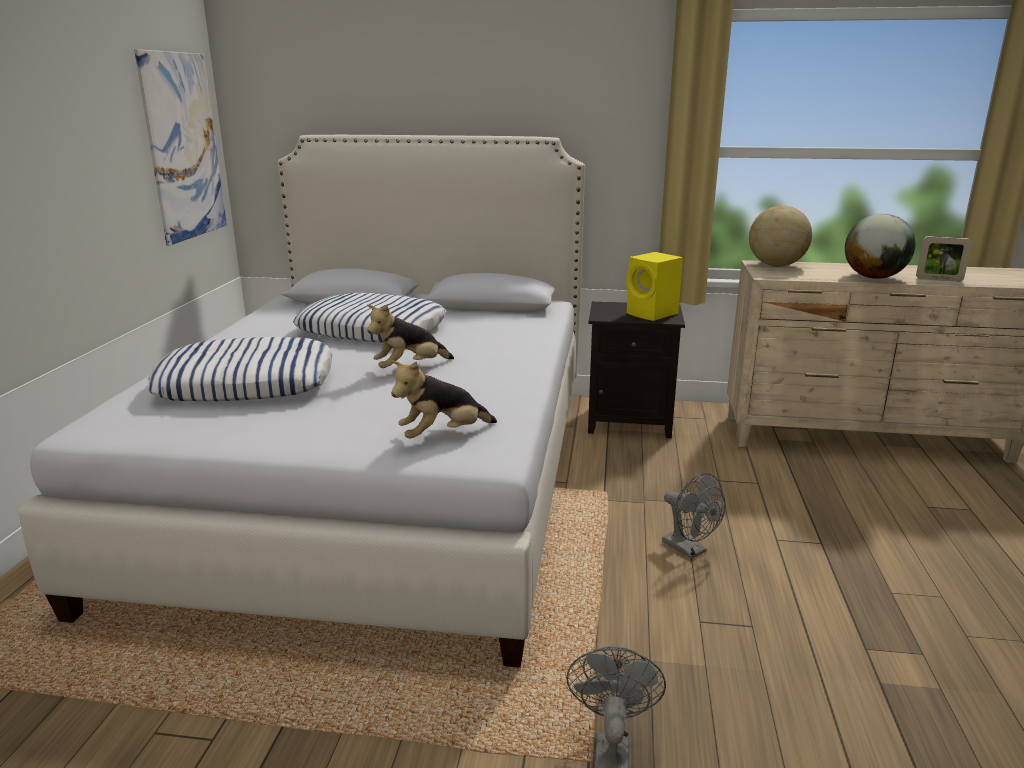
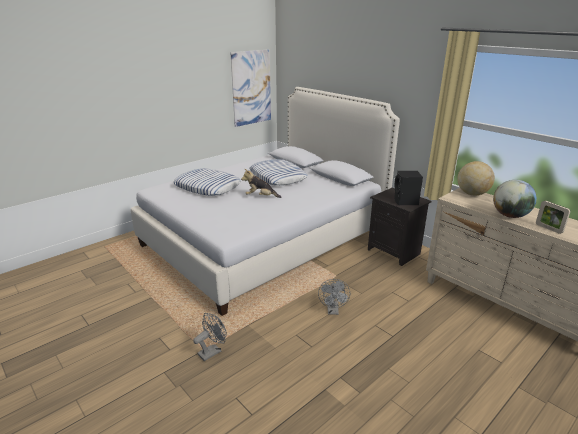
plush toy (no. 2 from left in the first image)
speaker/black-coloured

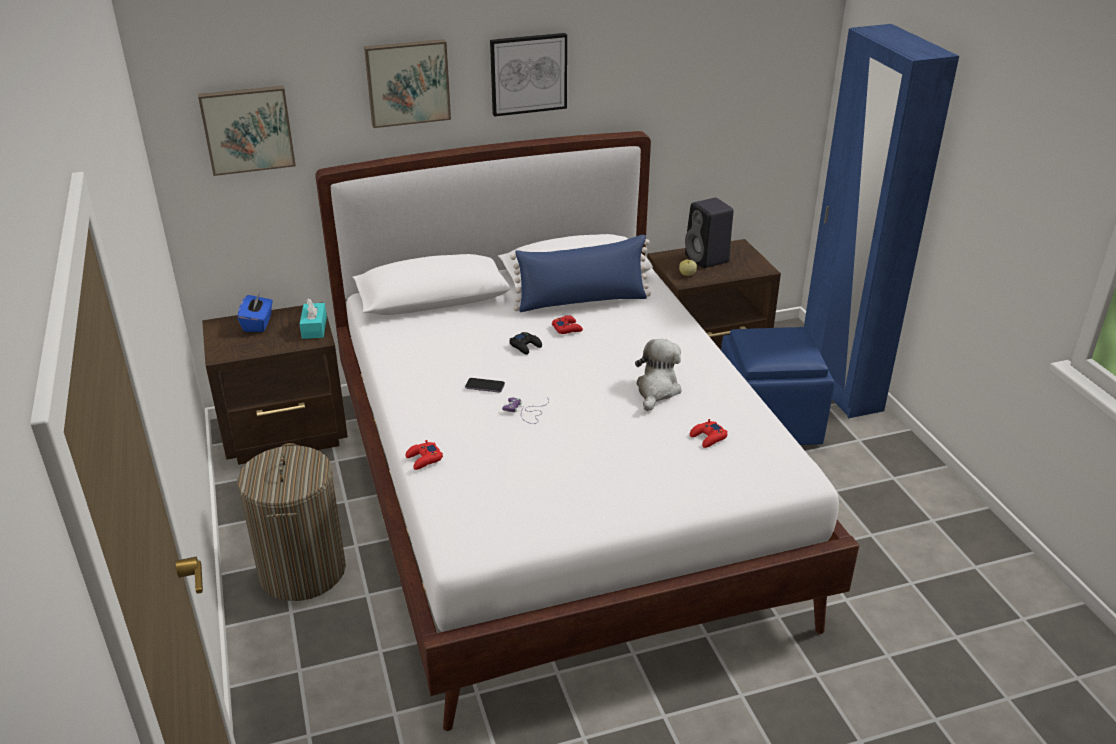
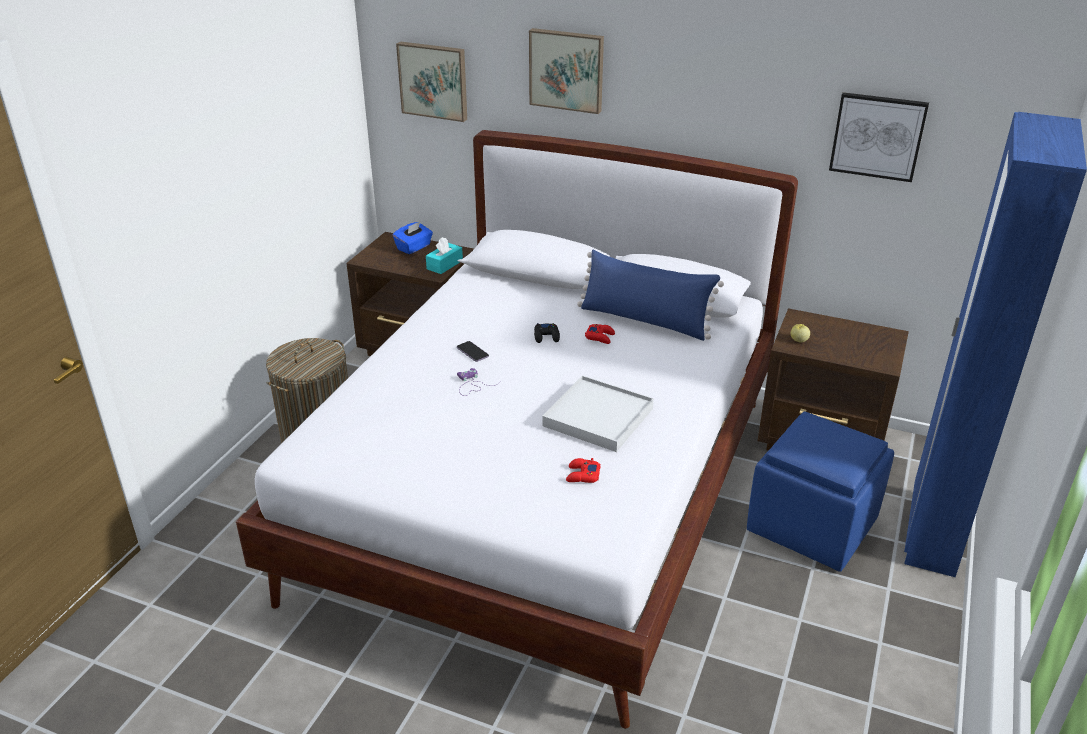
game controller/red (no. 1 from left in the first image)
wall art (no. 3 from left)
serving tray/white-coloured
speaker/black-coloured

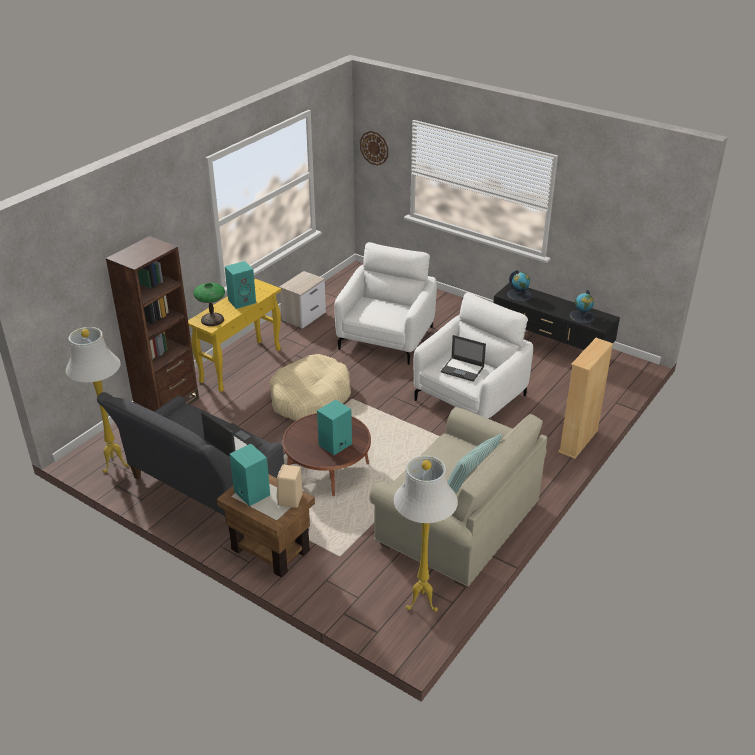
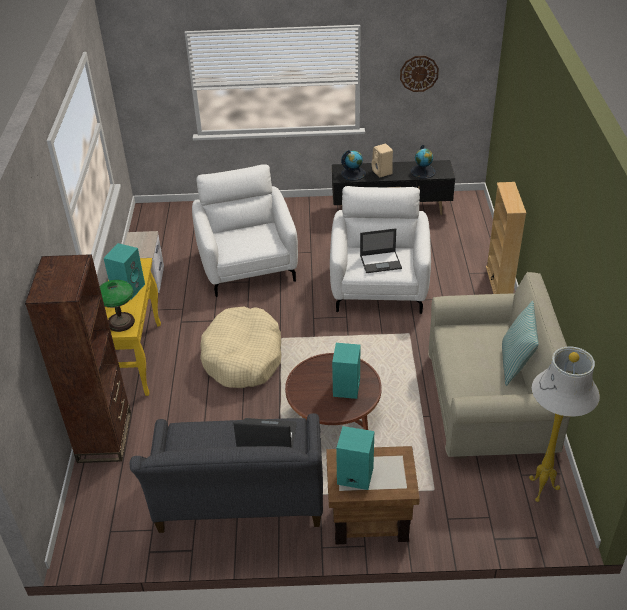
floor lamp/white-coloured (no. 1 from left in the first image)
speaker/sand-coloured
clock on the wall

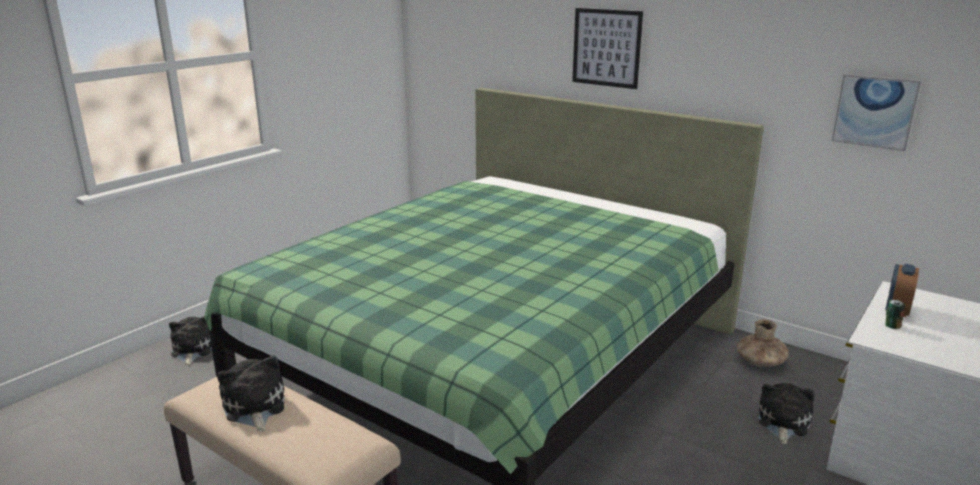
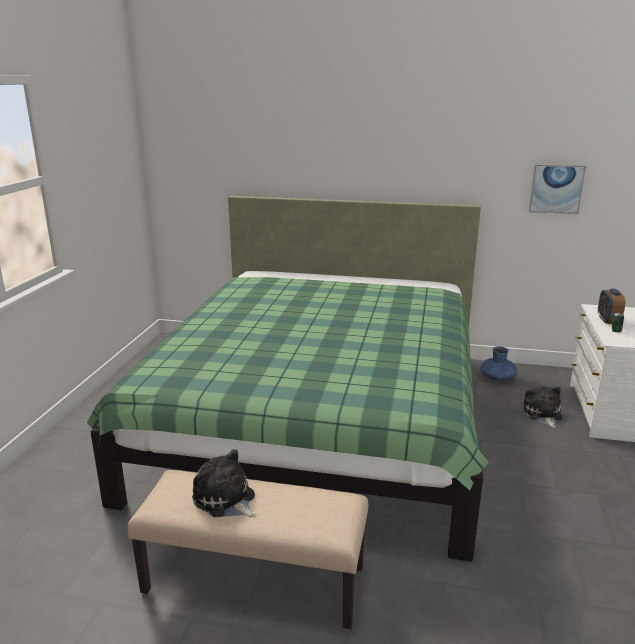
plush toy (no. 1 from left in the first image)
wall art (no. 1 from left in the first image)
flower vase/blue-coloured

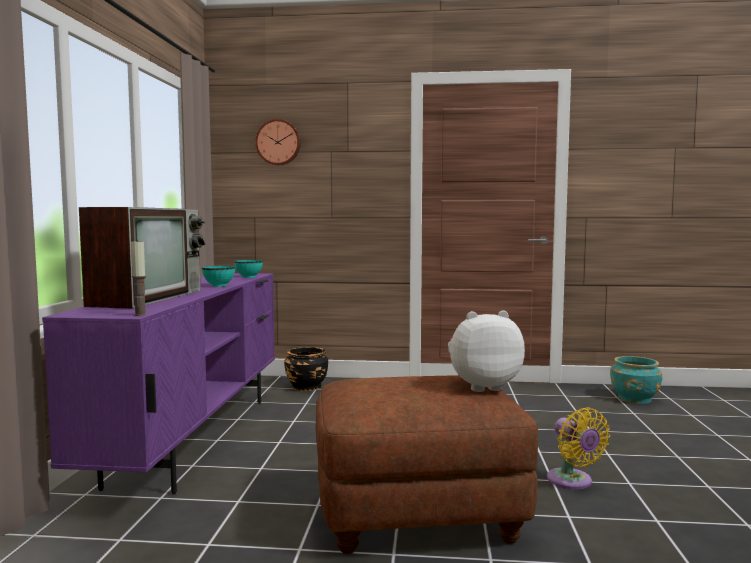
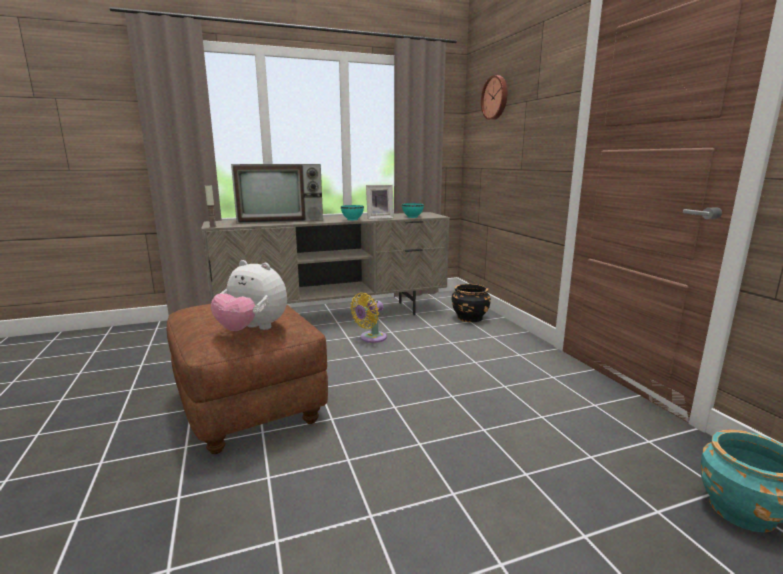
media console/sand-coloured
plush toy
electric fan/yellowish
picture frame

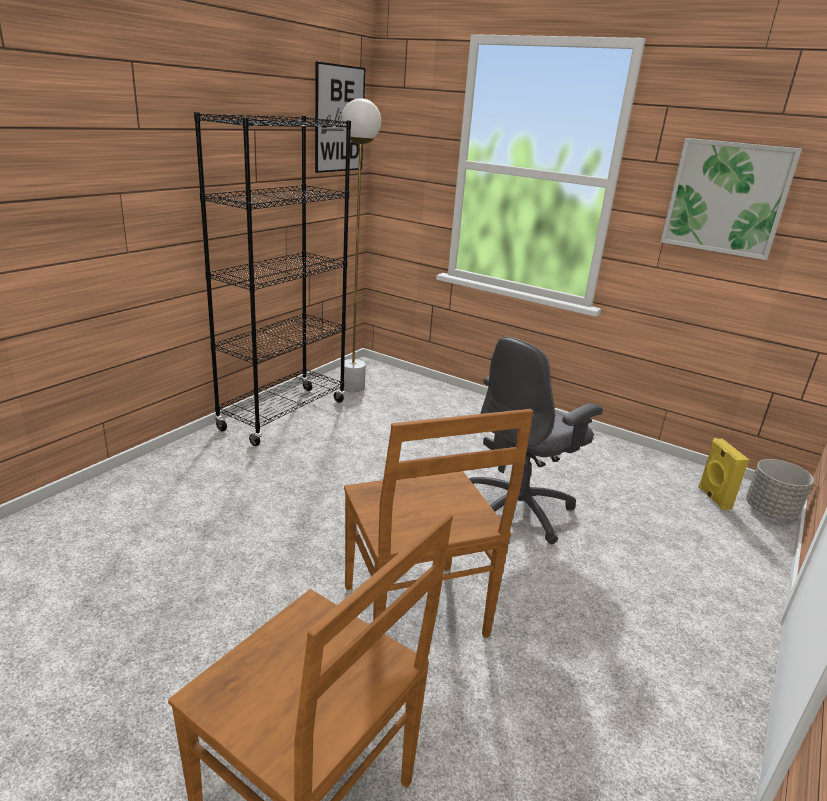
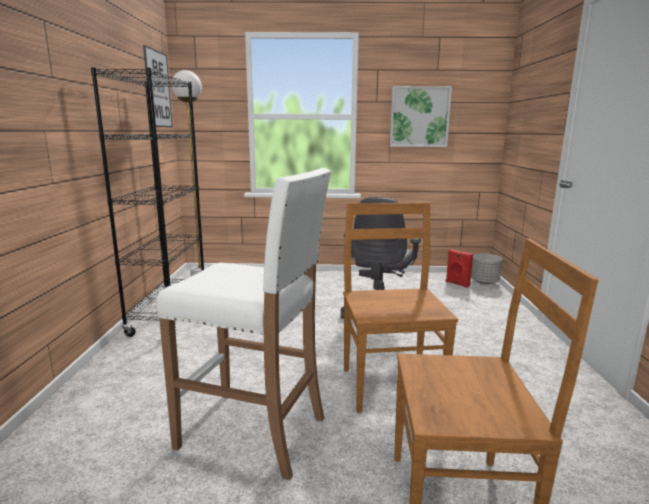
upright chair/brown-coloured (no. 1 from left)
speaker/red
sitting stool/white-coloured

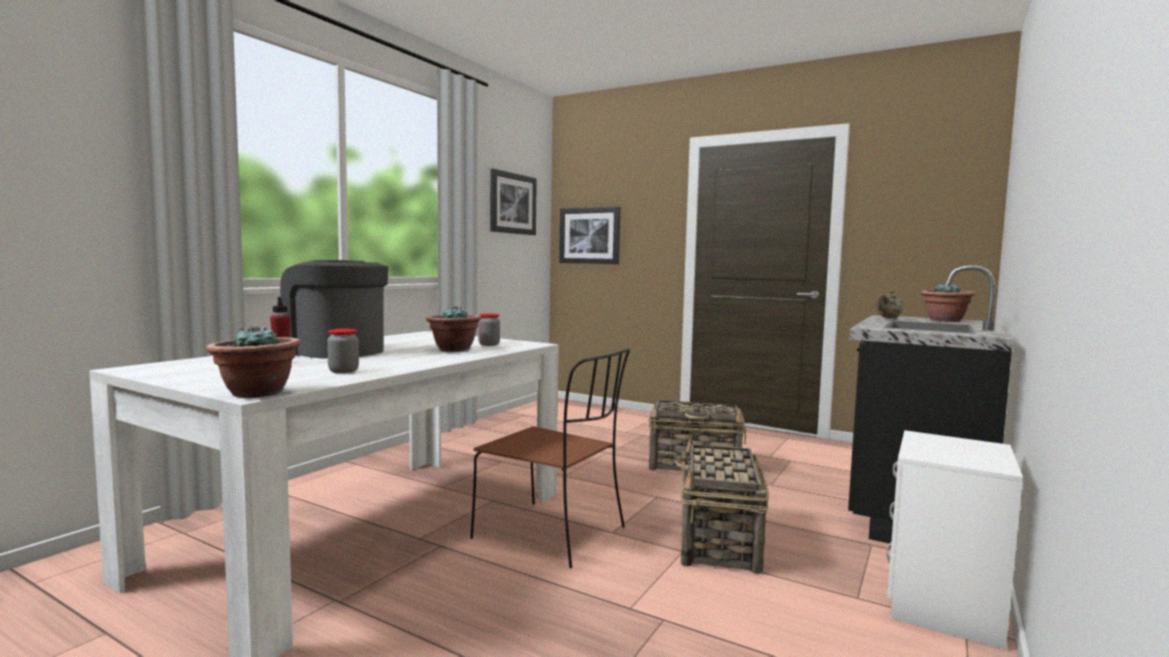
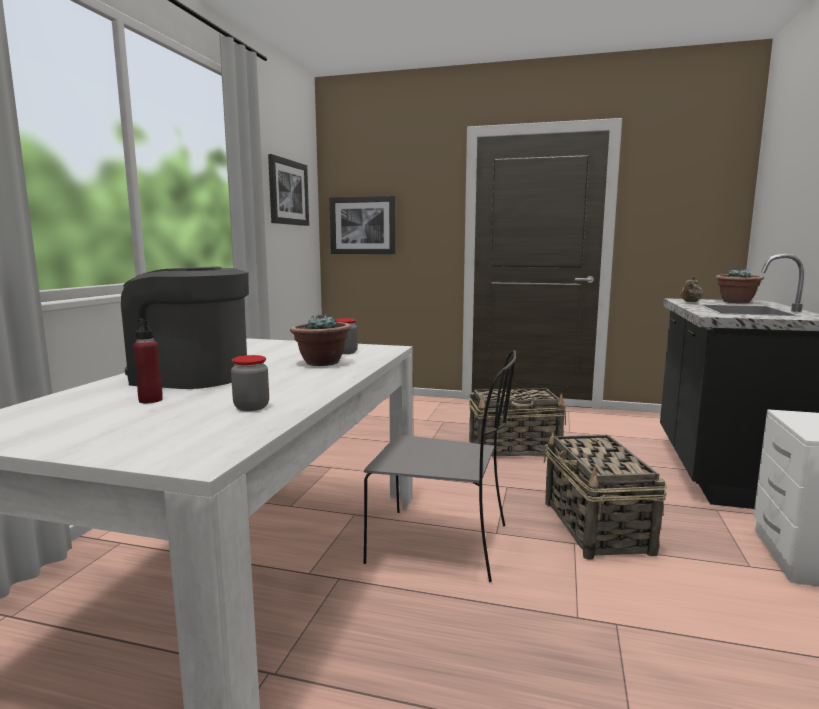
houseplant (no. 1 from left in the first image)
upright chair/greyish

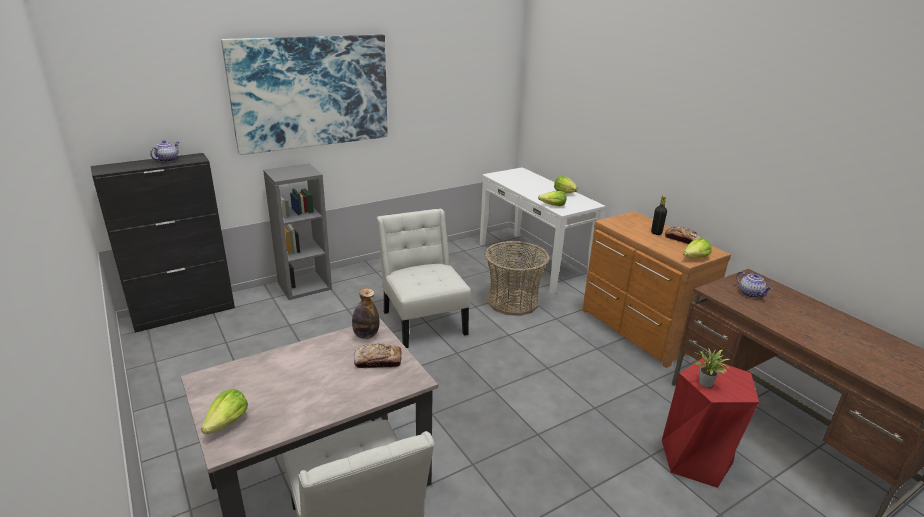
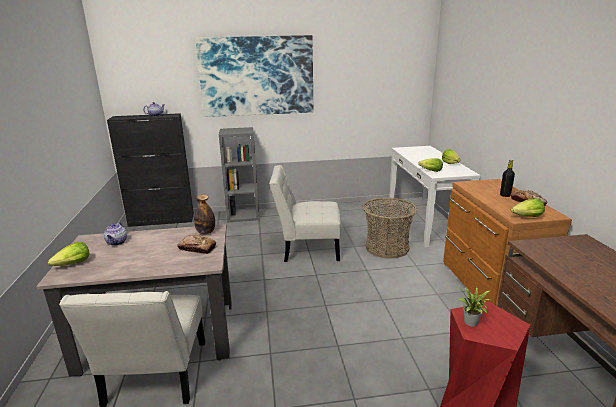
upright chair/white-coloured (no. 2 from left)
tea pot (no. 1 from left)

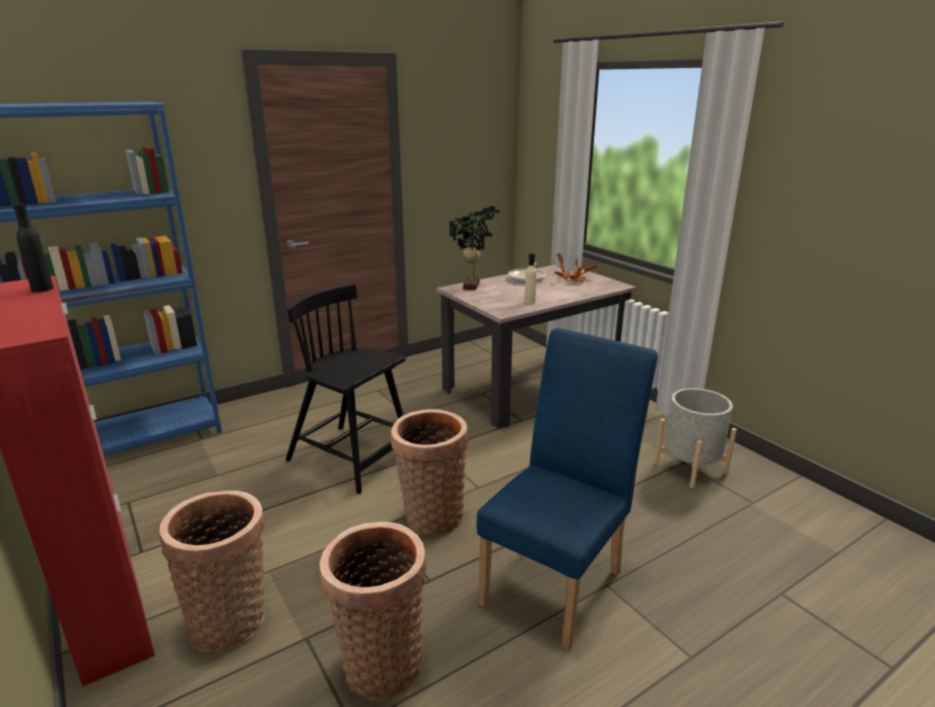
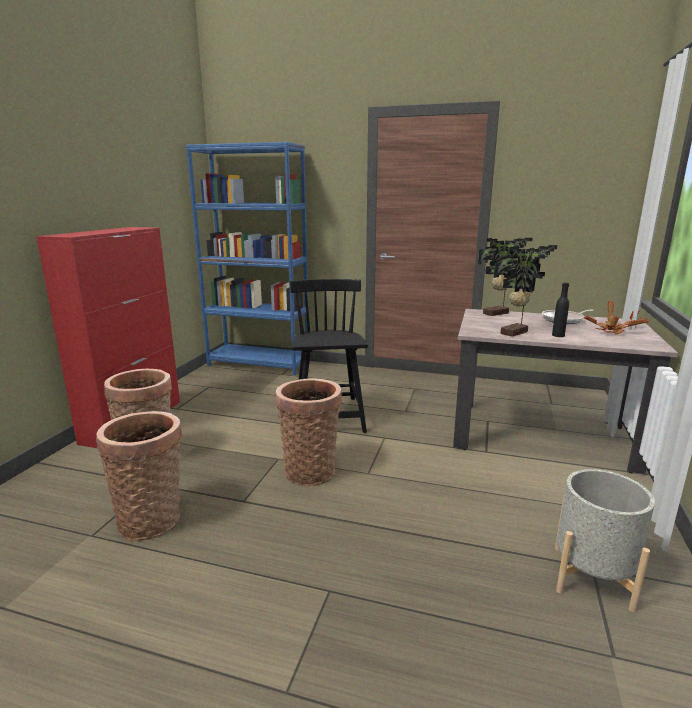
drink bottle/black-coloured
upright chair/blue-coloured
houseplant (no. 2 from left)

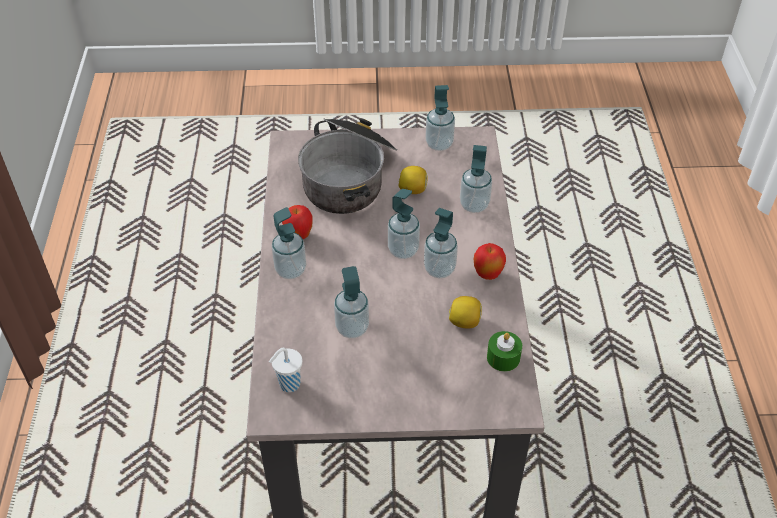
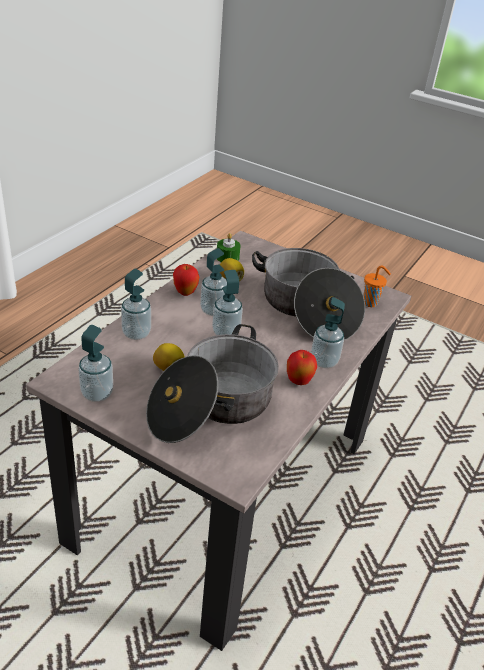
small cup/orange-coloured
stockpot (no. 2 from left)

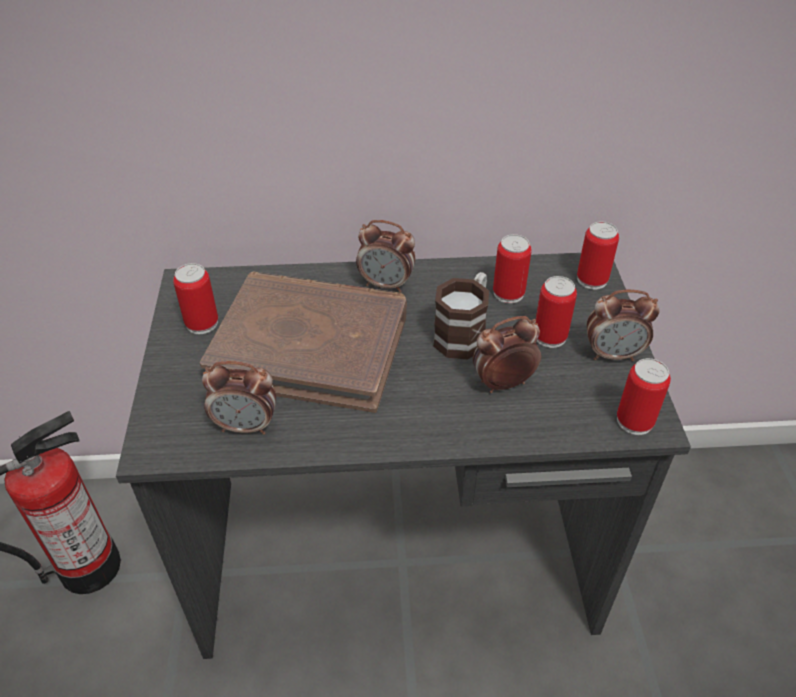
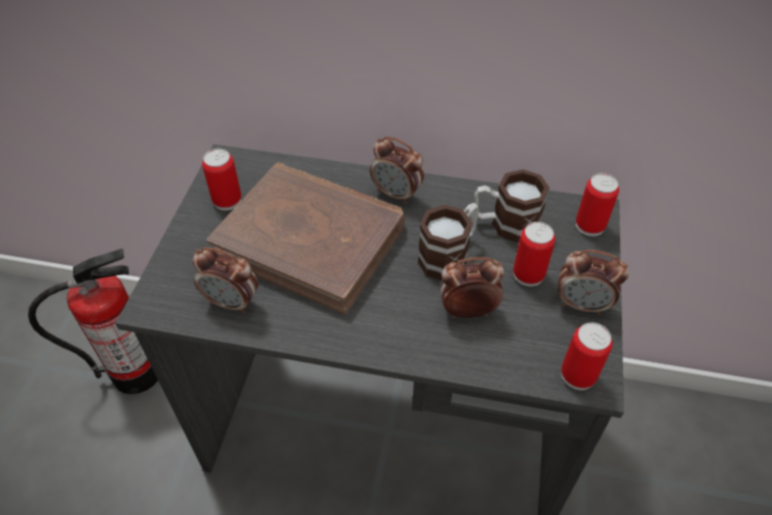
coffee mug (no. 2 from left)

